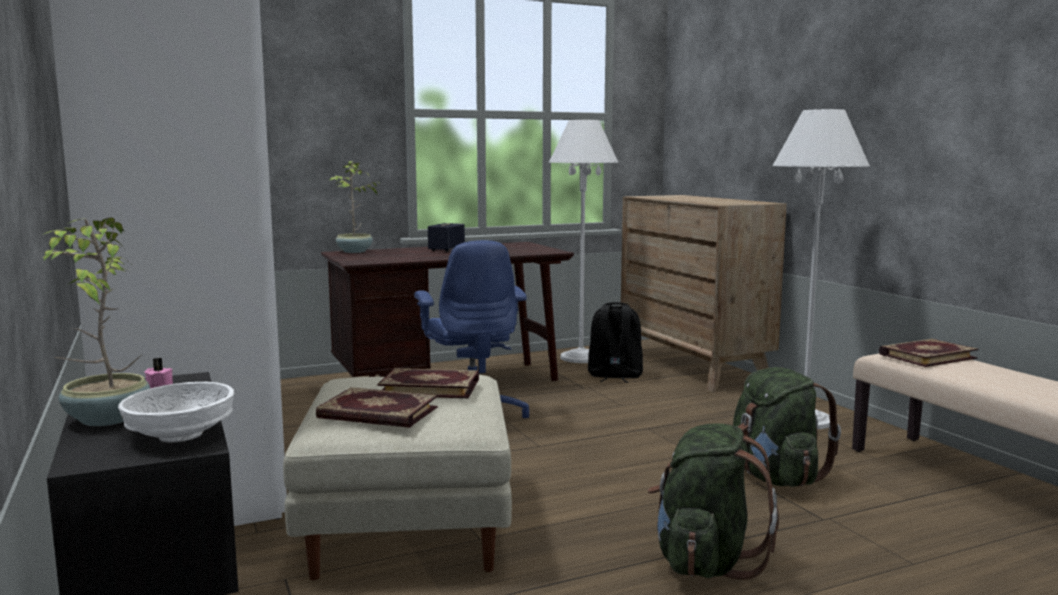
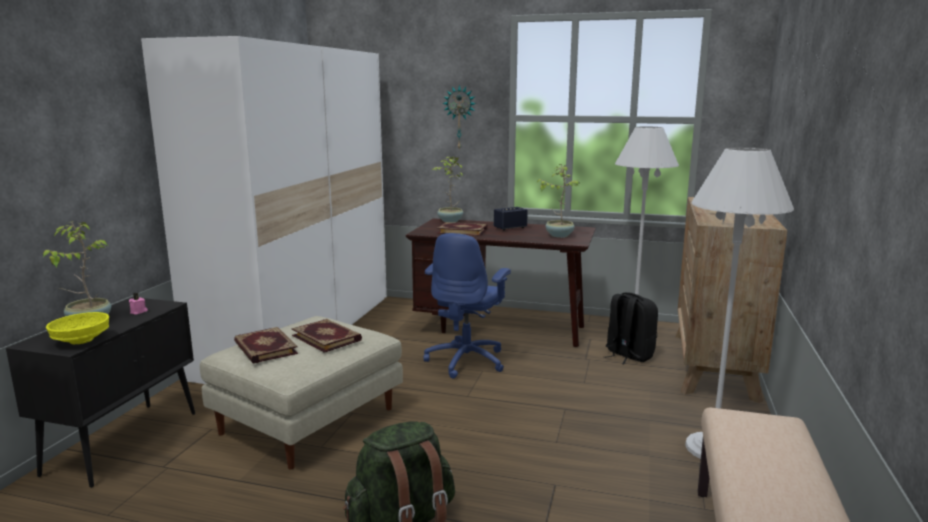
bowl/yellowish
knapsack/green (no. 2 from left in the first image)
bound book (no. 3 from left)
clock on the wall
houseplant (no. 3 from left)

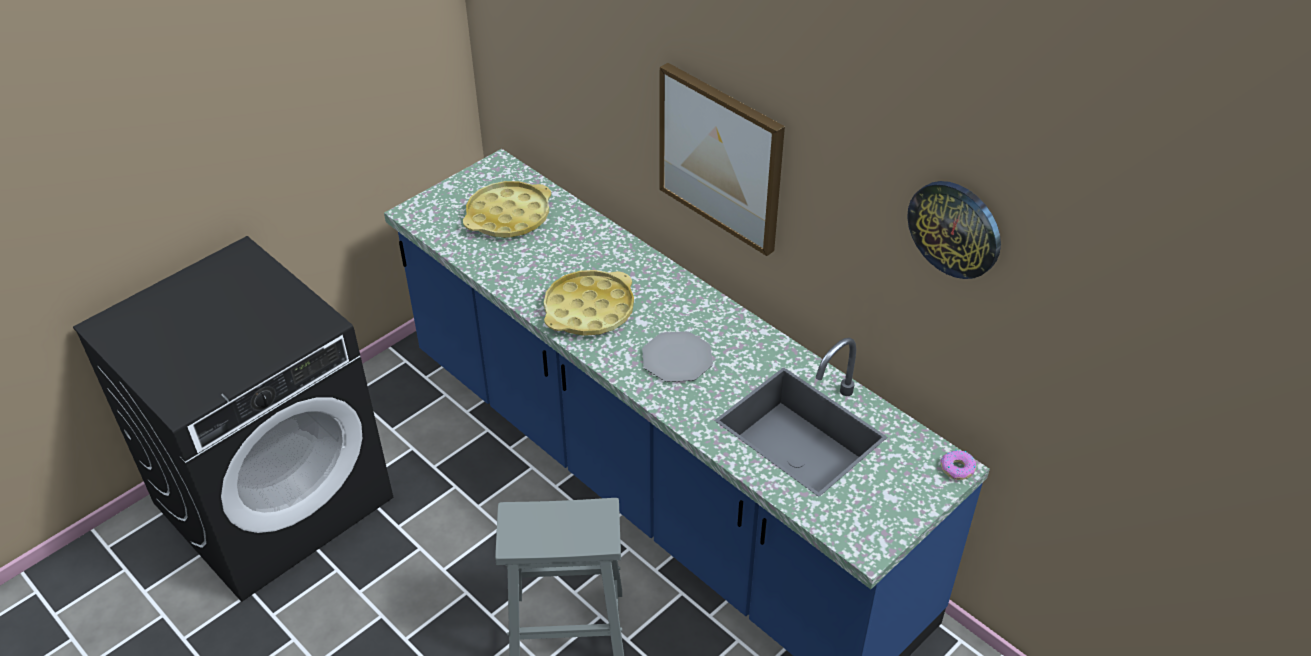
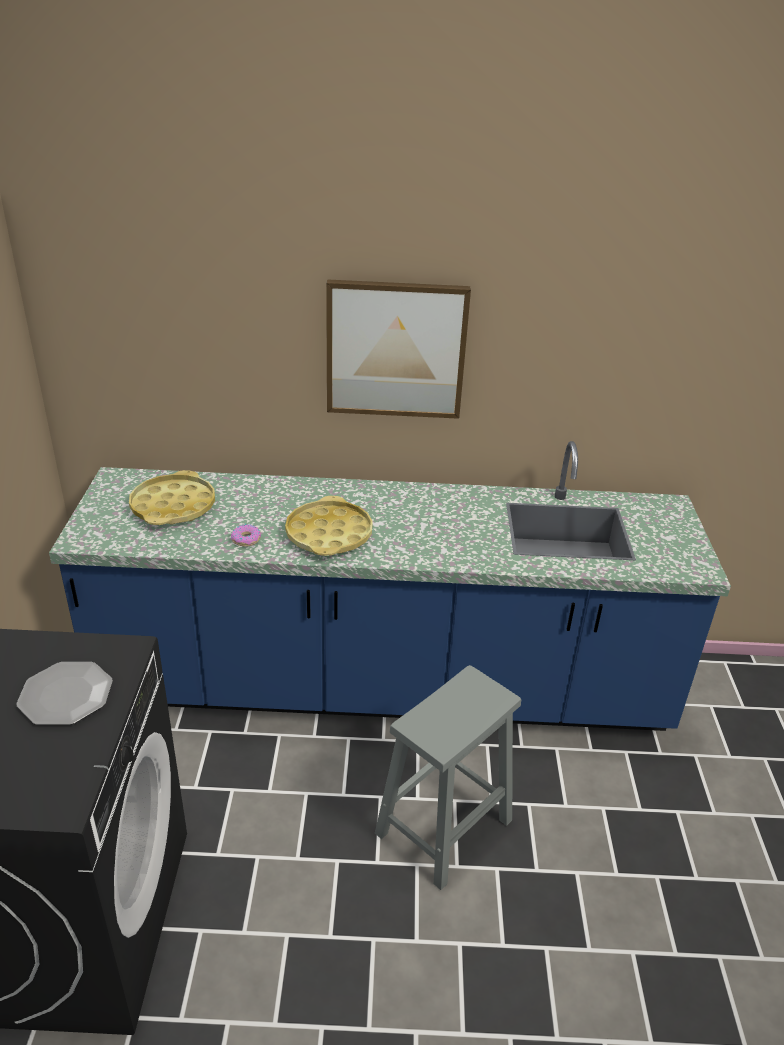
dinner plate
clock on the wall
ring doughnut

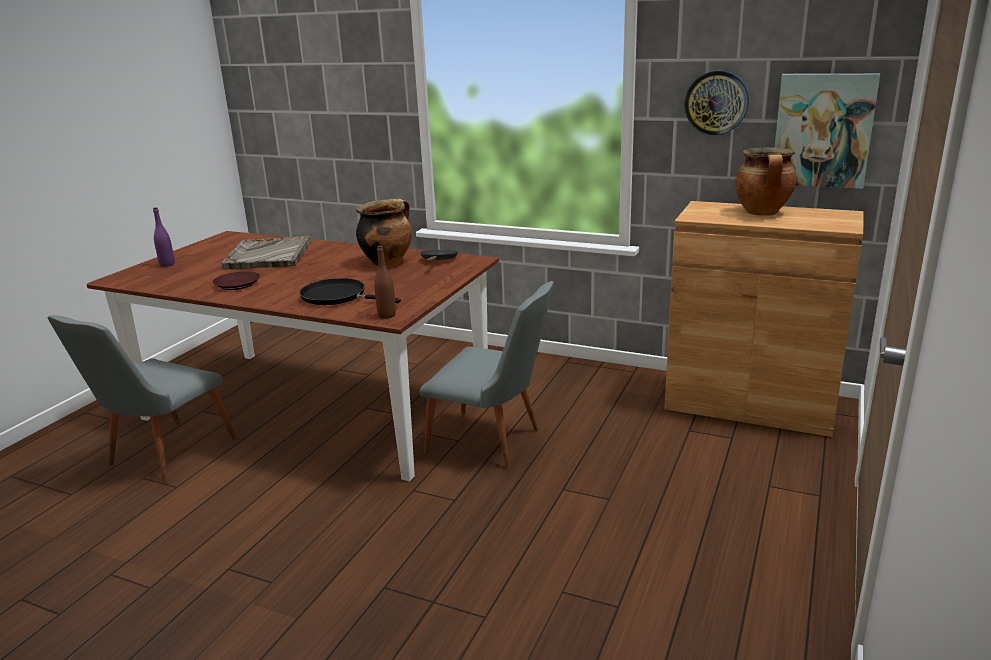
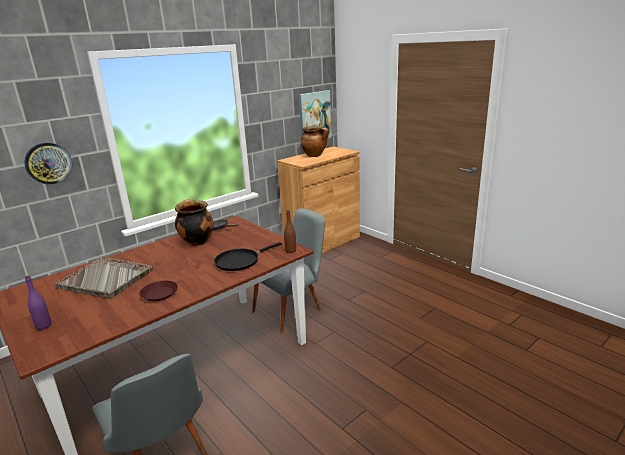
clock on the wall

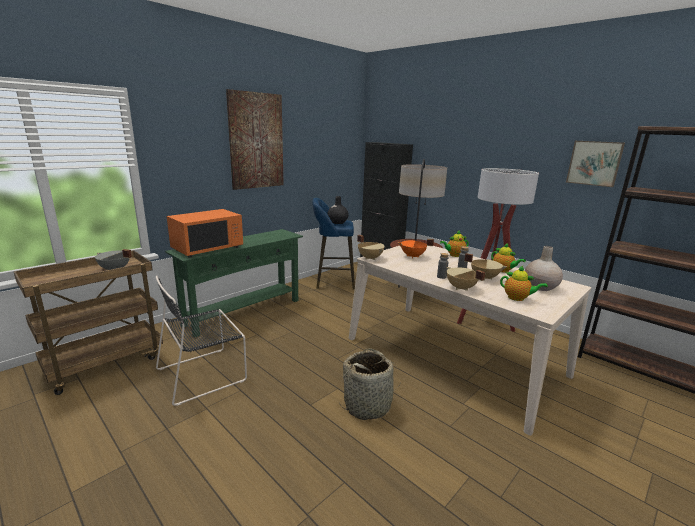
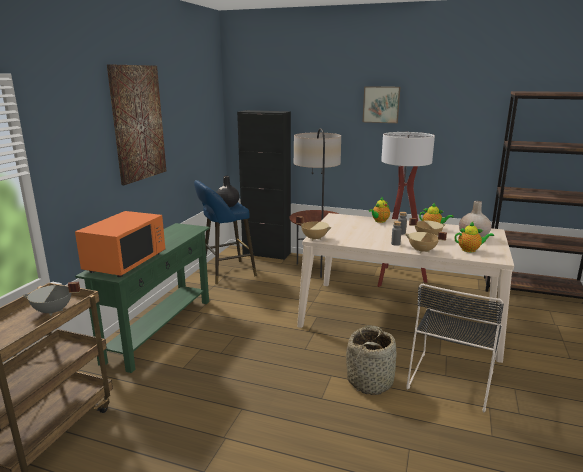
upright chair/black-coloured
stockpot/orange-coloured
wall art (no. 2 from left)

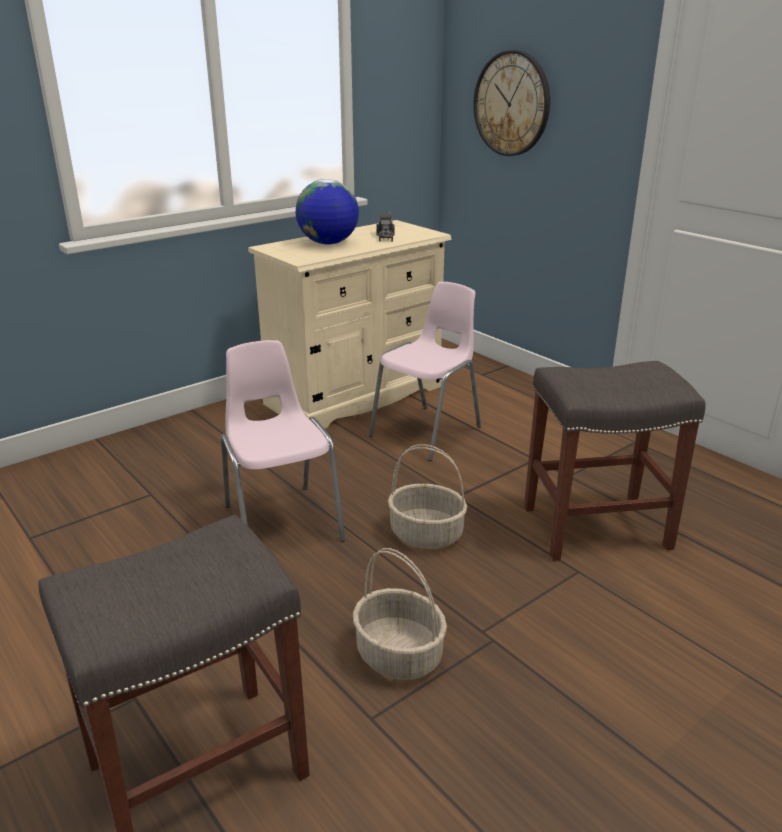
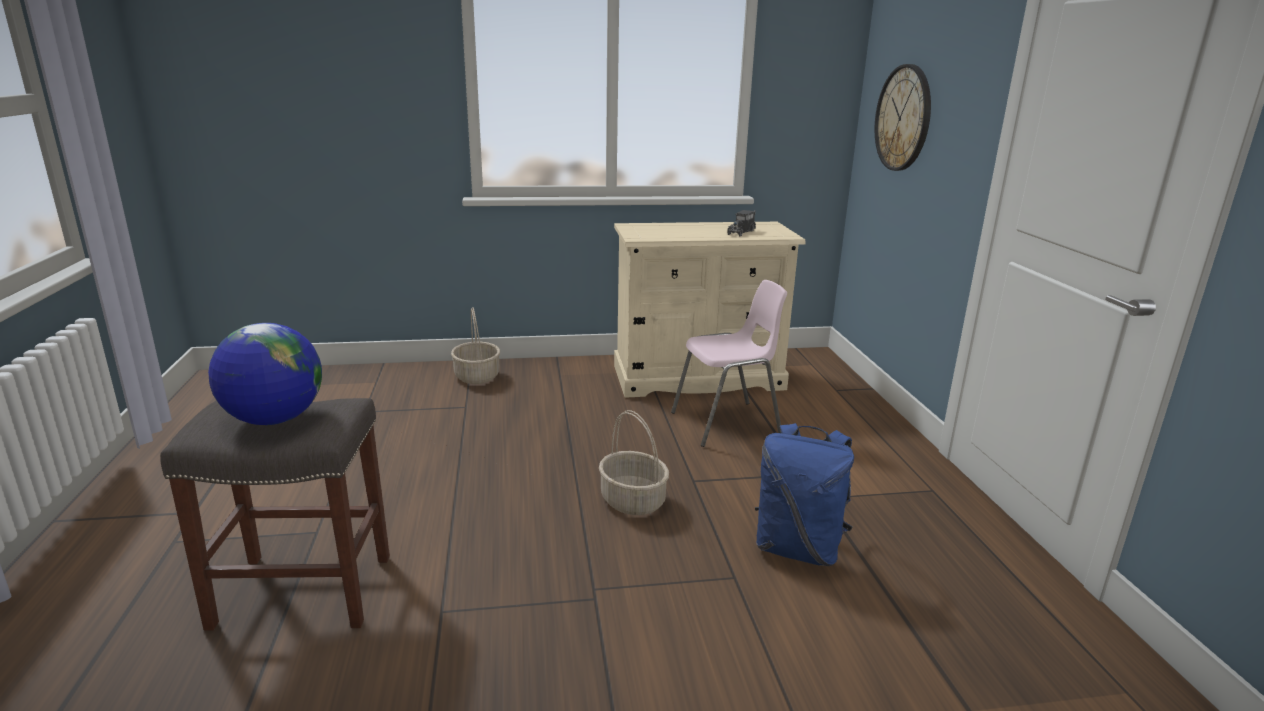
upright chair/pink (no. 1 from left in the first image)
desk globe
storage basket (no. 1 from left)
knapsack/blue-coloured

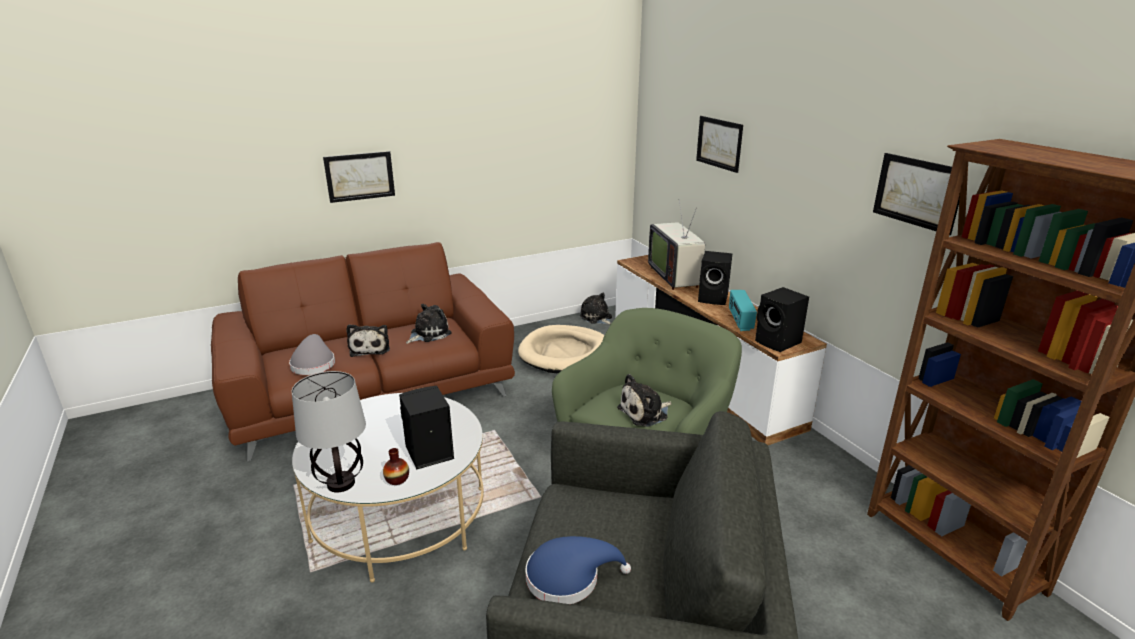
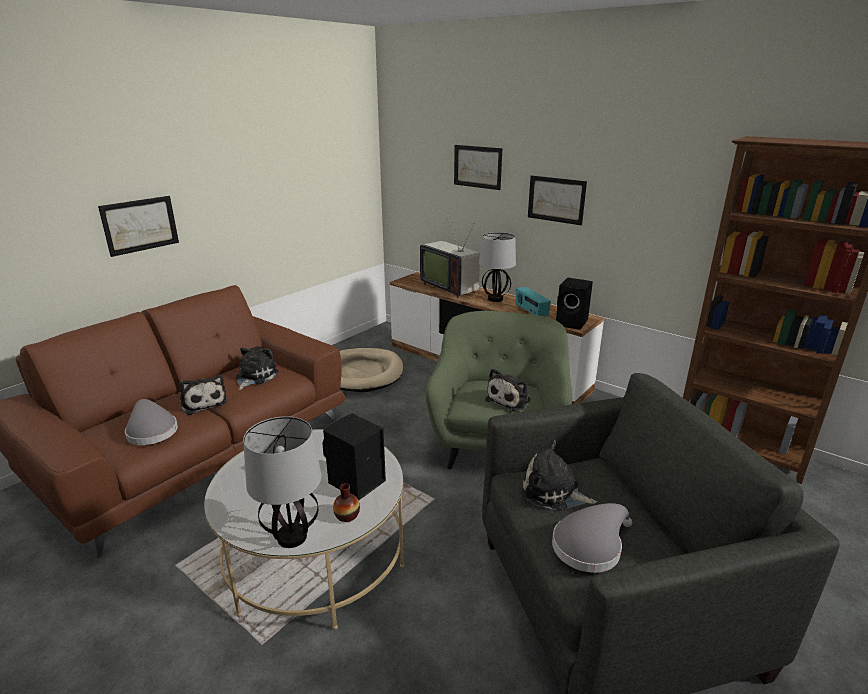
hat/greyish (no. 2 from left)
plush toy (no. 4 from left)
table lamp (no. 2 from left)
wall art (no. 3 from left)

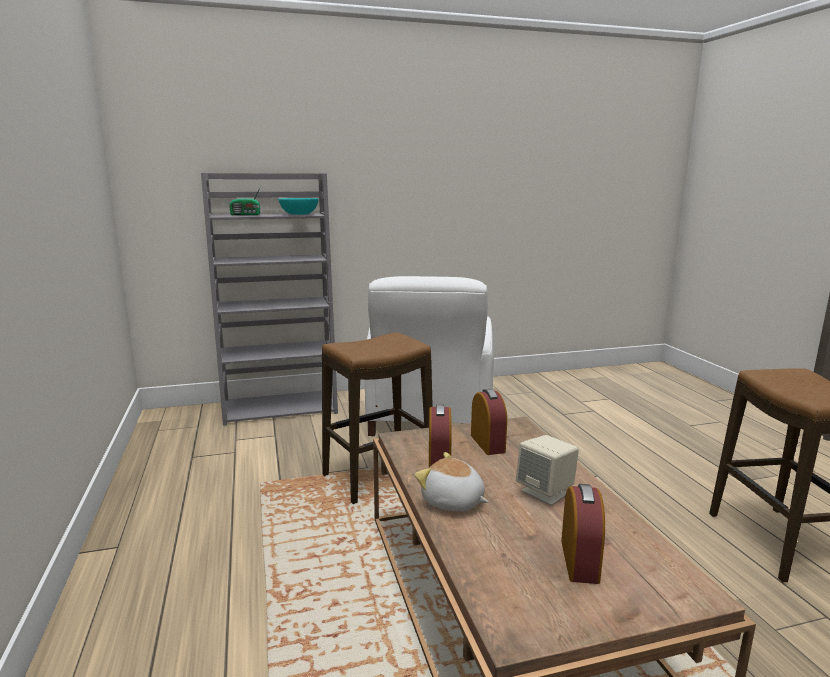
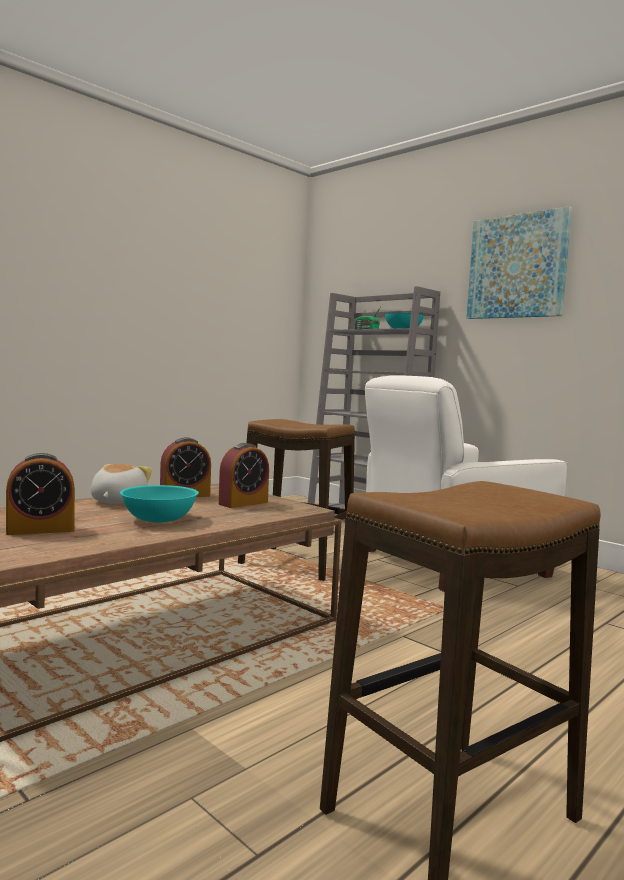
bowl/turquoise-coloured (no. 1 from left)
wall art

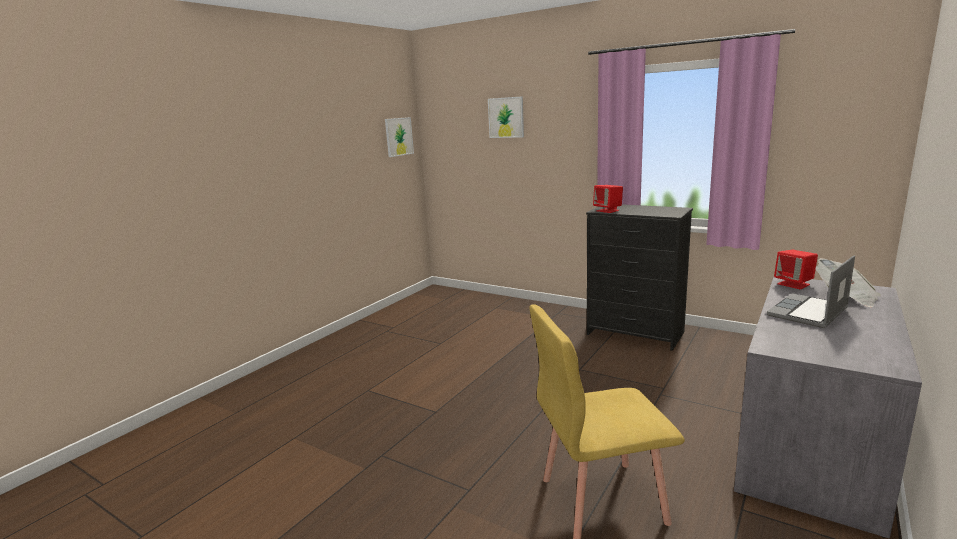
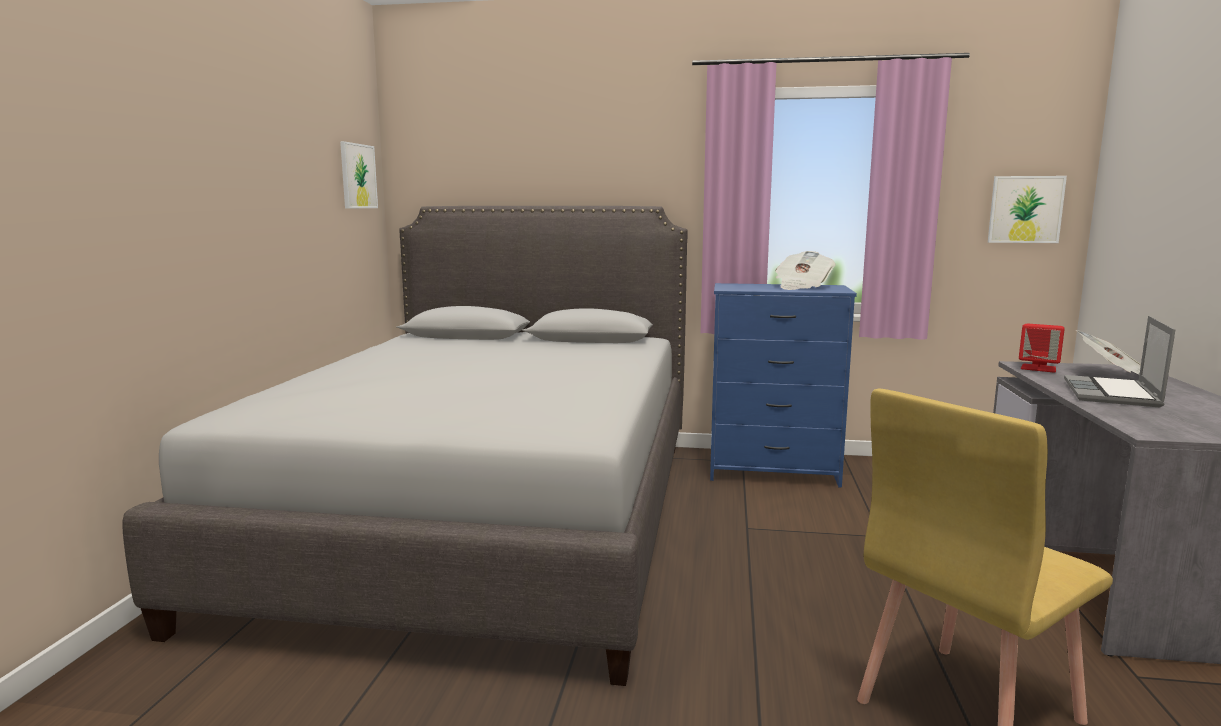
wall art (no. 2 from left)
dresser/blue-coloured
speaker/red (no. 1 from left in the first image)
bed/greyish
printed paper (no. 1 from left)

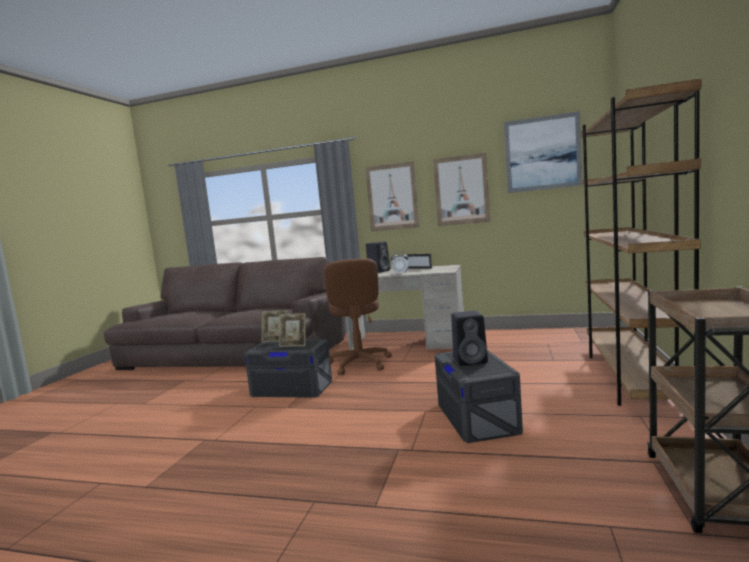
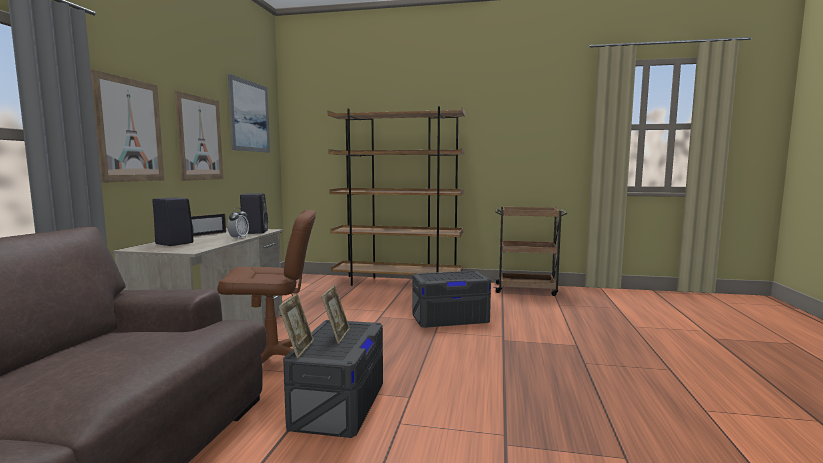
speaker/black-coloured (no. 2 from left)

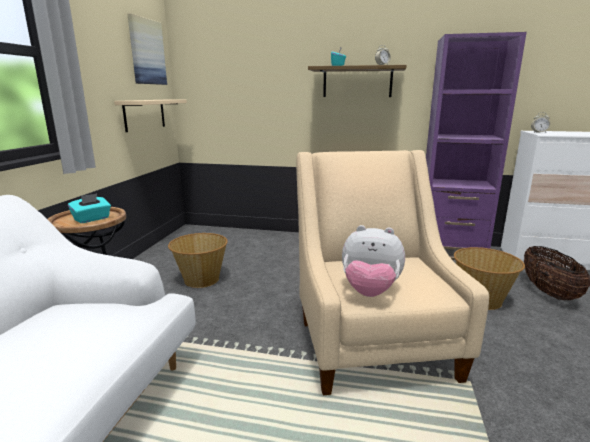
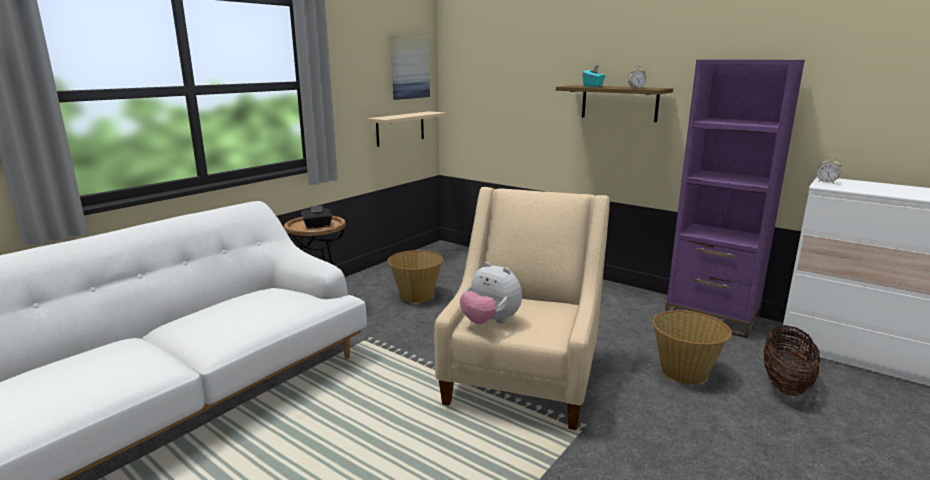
tissue box/black-coloured

